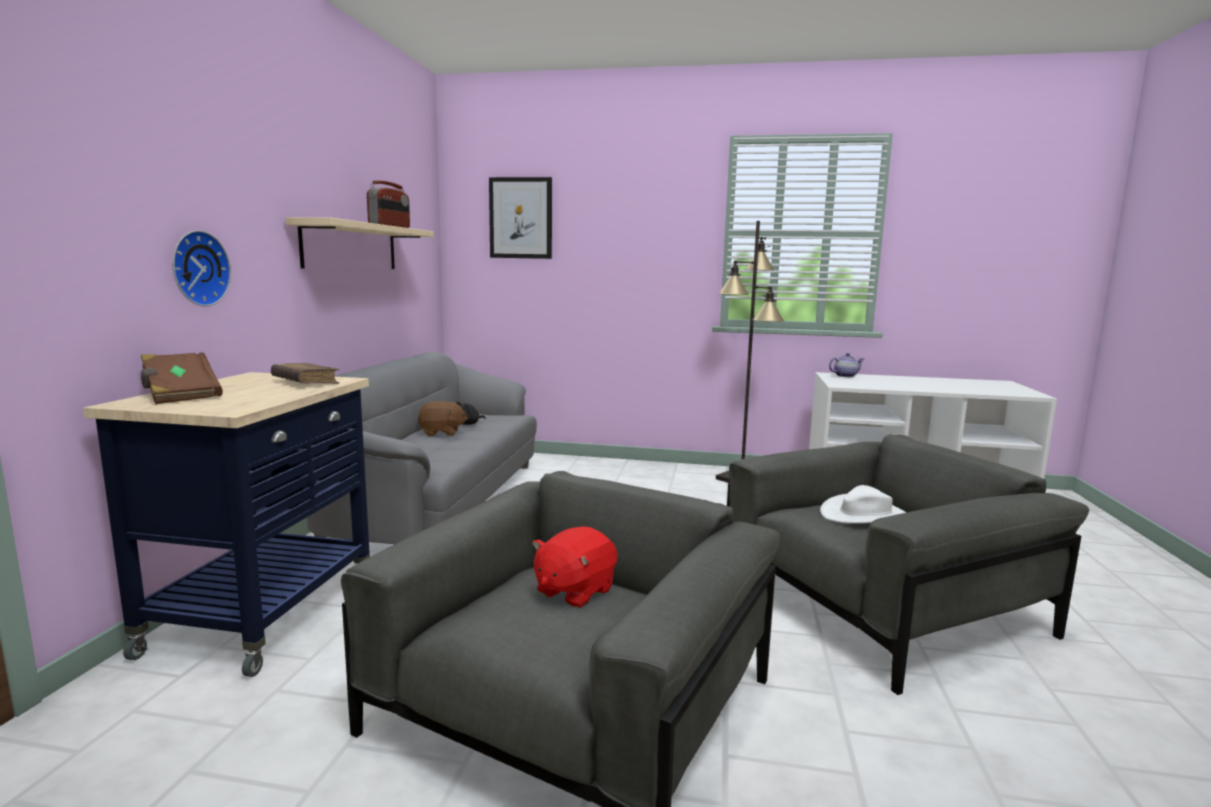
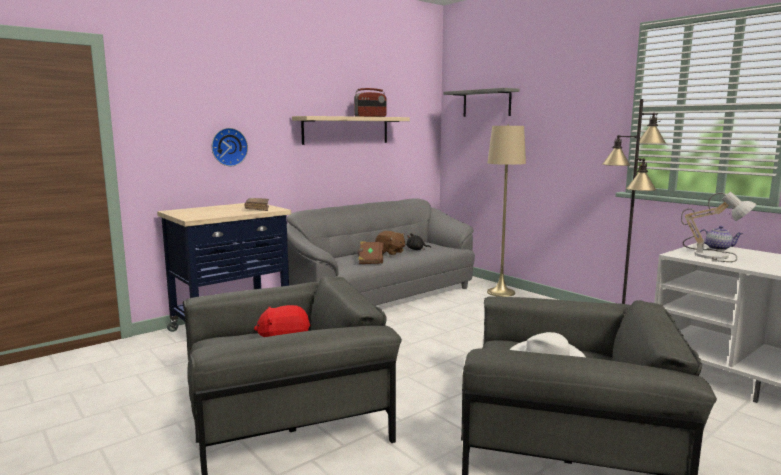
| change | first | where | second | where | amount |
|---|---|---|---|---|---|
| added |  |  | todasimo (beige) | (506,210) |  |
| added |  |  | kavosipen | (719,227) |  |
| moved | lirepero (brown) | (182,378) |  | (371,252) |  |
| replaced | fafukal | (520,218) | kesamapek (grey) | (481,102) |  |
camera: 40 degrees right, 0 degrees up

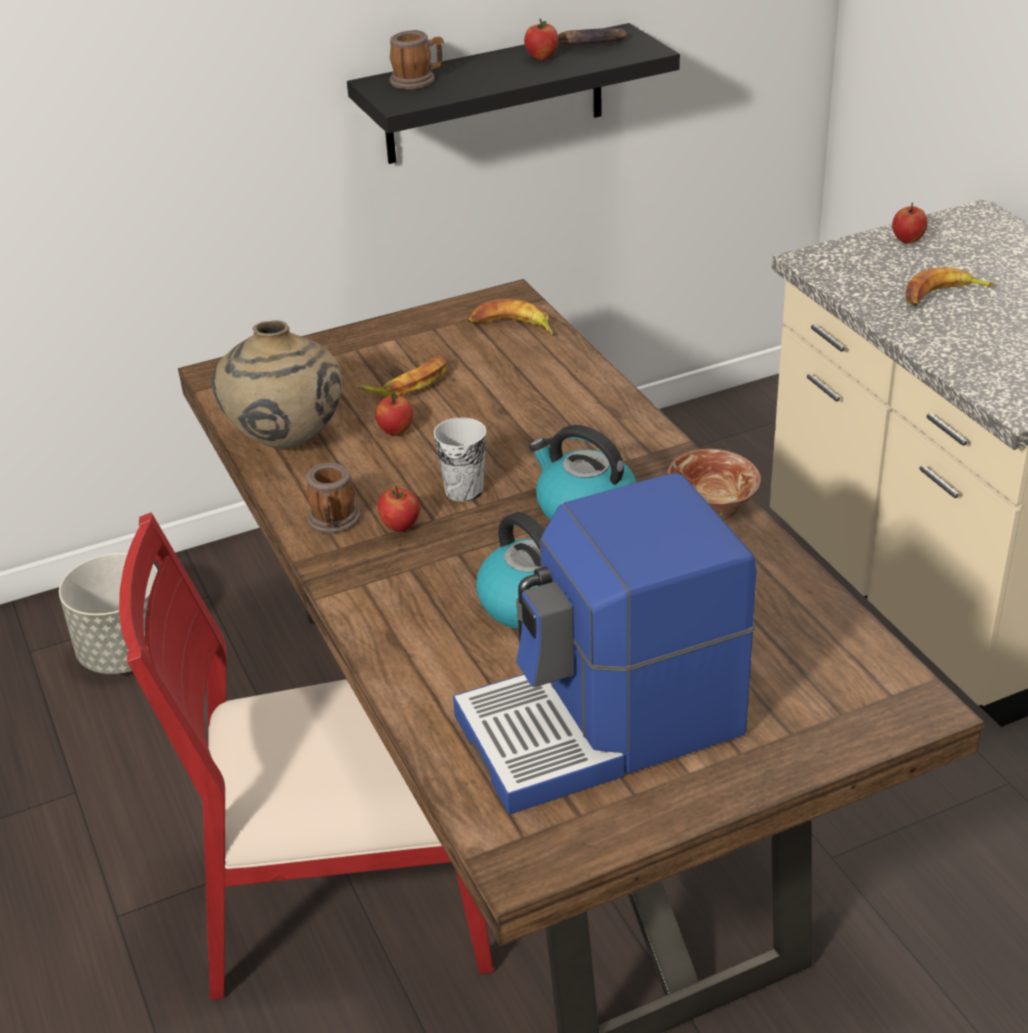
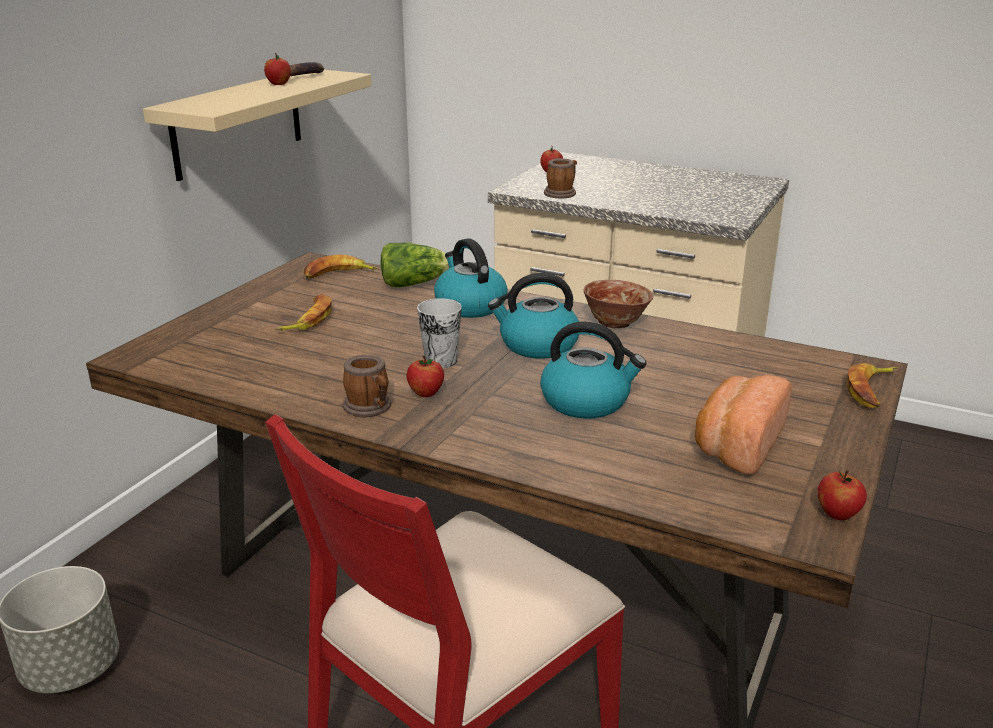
| change | first | where | second | where | amount |
|---|---|---|---|---|---|
| removed | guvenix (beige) | (277,384) |  |  |  |
| added |  |  | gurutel | (414,265) |  |
| added |  |  | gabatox | (471,278) |  |
| moved | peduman | (394,414) |  | (842,495) |  |
| moved | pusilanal | (417,60) |  | (560,178) |  |
| moved | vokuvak | (951,287) |  | (872,385) |  |
| replaced | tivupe | (604,643) | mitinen | (743,424) |  |
| recoloured | kesamapek (black) | (513,93) | kesamapek (beige) | (257,125) |  |
camera: 40 degrees left, 10 degrees down

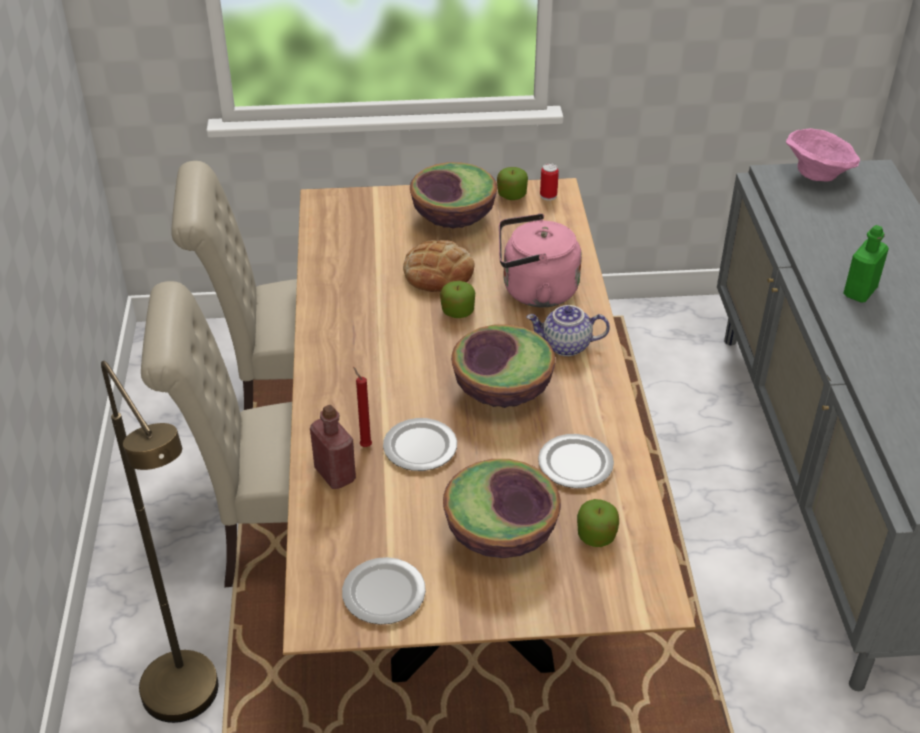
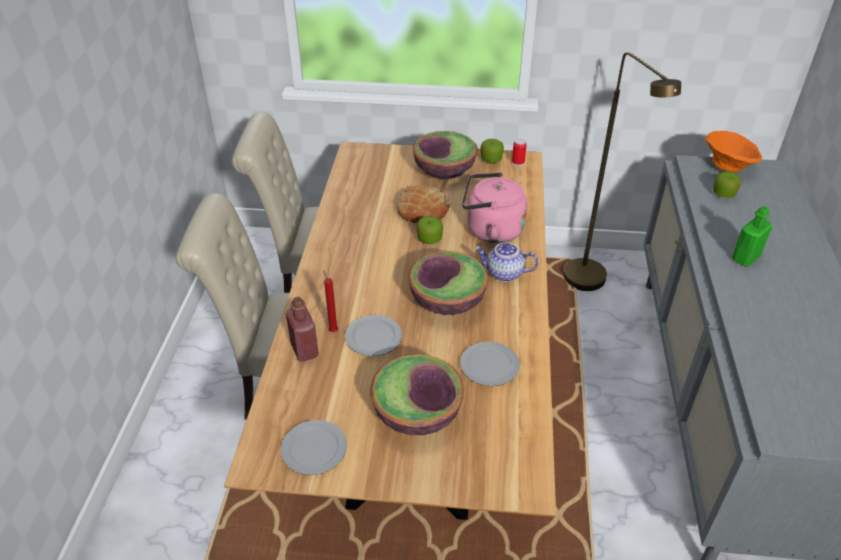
| change | first | where | second | where | amount |
|---|---|---|---|---|---|
| moved | todasimo (brown) | (159,542) |  | (622,171) |  |
| moved | peduman | (598,523) |  | (727,184) |  |
| recoloured | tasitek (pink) | (823,154) | tasitek (orange) | (733,151) |  |
camera: 10 degrees right, 0 degrees up

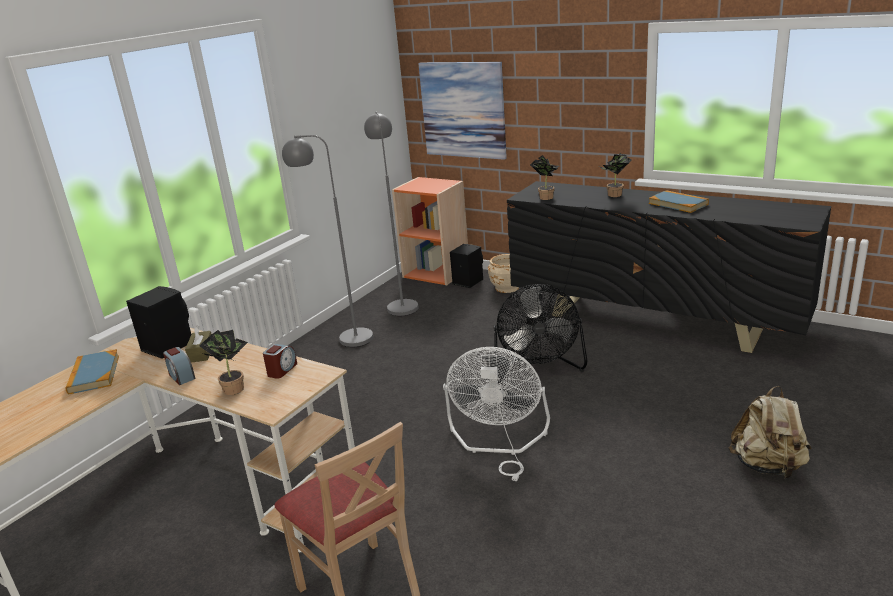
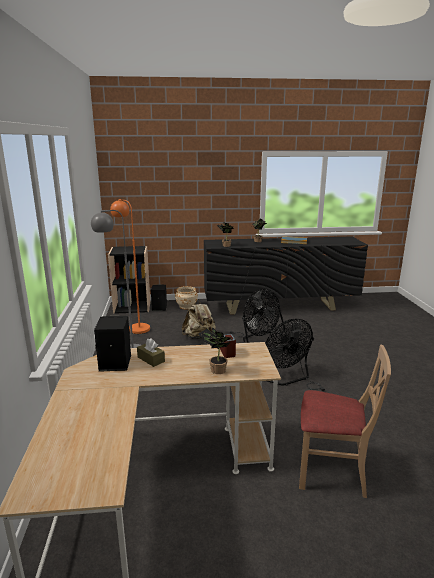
| change | first | where | second | where | amount |
|---|---|---|---|---|---|
| removed | lirepero | (92,372) |  |  |  |
| removed | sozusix | (179,366) |  |  |  |
| removed | fafukal | (462,111) |  |  |  |
| moved | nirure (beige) | (770,432) |  | (199,319) |  |
| recoloured | todasimo (grey) | (391,213) | todasimo (orange) | (130,266) |  |
| recoloured | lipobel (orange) | (430,231) | lipobel (black) | (129,280) |  |
| recoloured | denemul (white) | (496,414) | denemul (black) | (295,355) |  |
camera: 40 degrees left, 5 degrees down

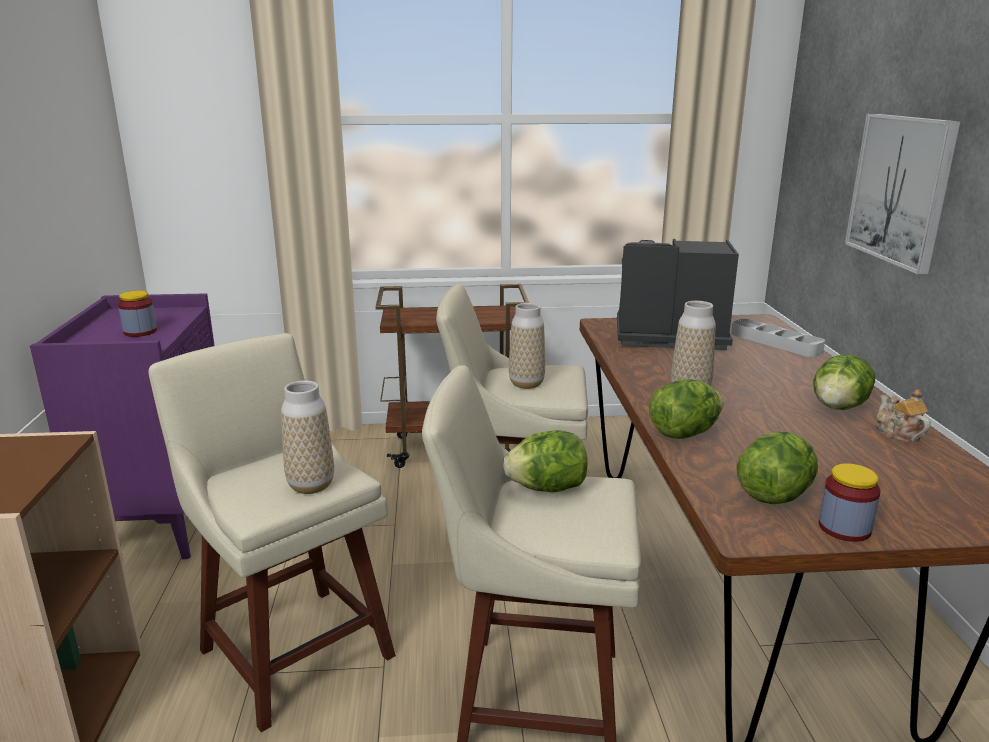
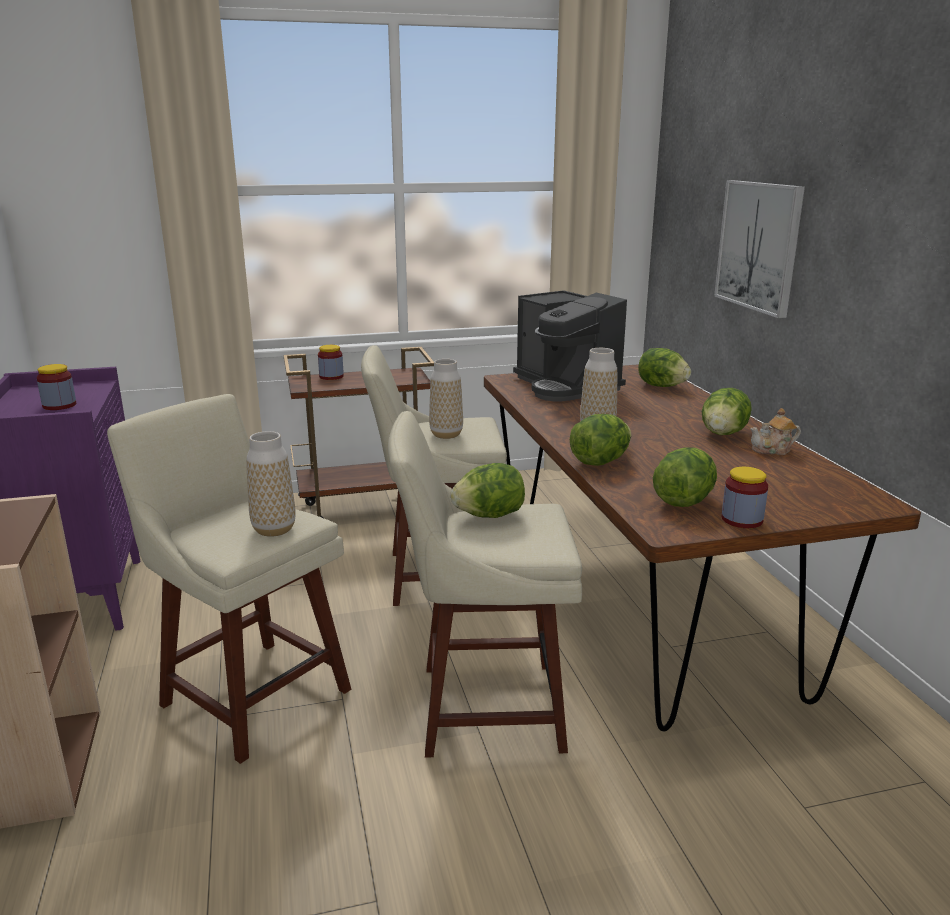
| change | first | where | second | where | amount |
|---|---|---|---|---|---|
| added |  |  | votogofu | (331,362) |  |
| replaced | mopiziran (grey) | (778,338) | gurutel | (664,367) |  |
| turned | tivupe | (678,294) |  | (570,345) | 120 degrees counterclockwise |
| turned | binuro | (903,415) |  | (775,431) | 75 degrees counterclockwise |
camera: 10 degrees left, 0 degrees up

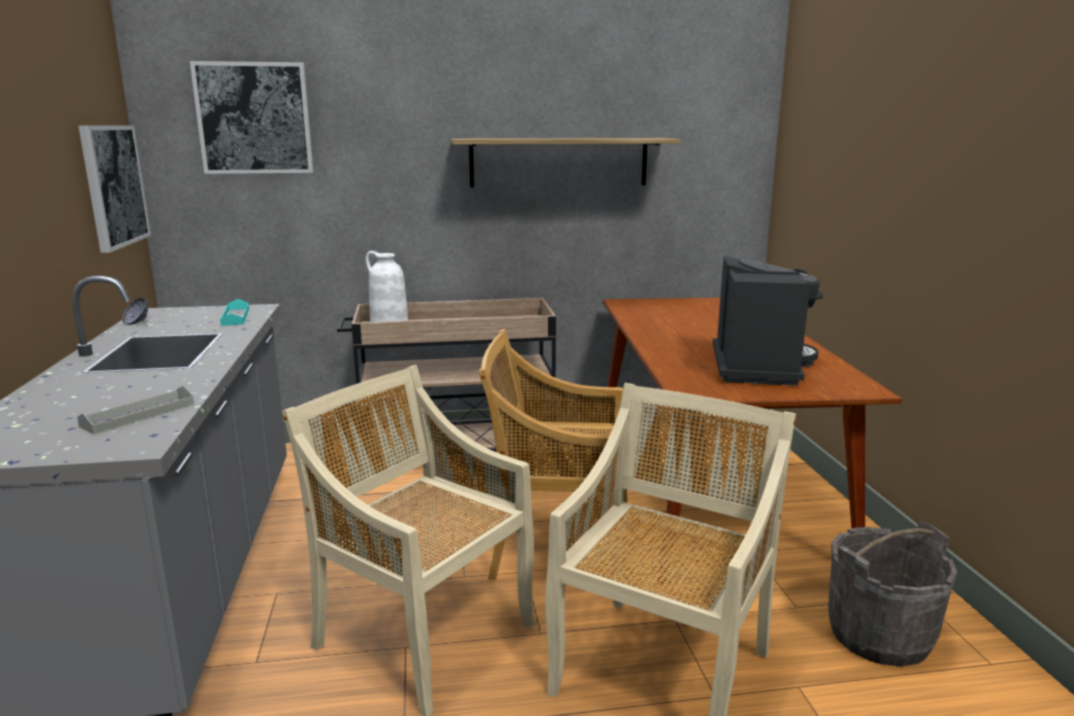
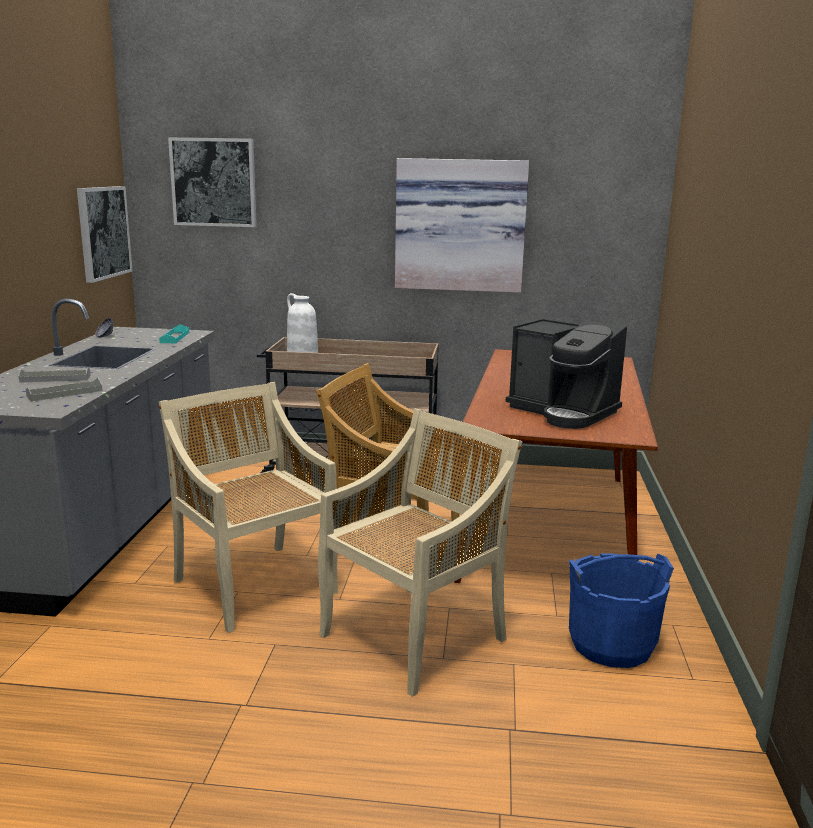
| change | first | where | second | where | amount |
|---|---|---|---|---|---|
| added |  |  | mopiziran (grey) | (55,375) |  |
| replaced | kesamapek | (566,162) | fafukal | (462,225) |  |
| recoloured | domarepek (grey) | (892,594) | domarepek (blue) | (621,610) |  |
| turned | tivupe | (768,321) |  | (566,374) | 105 degrees clockwise |
camera: 15 degrees right, 0 degrees up

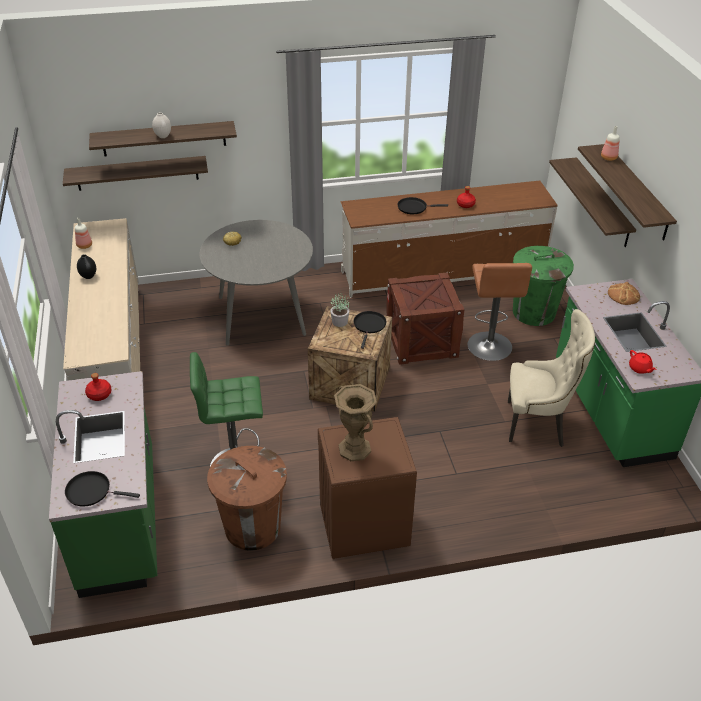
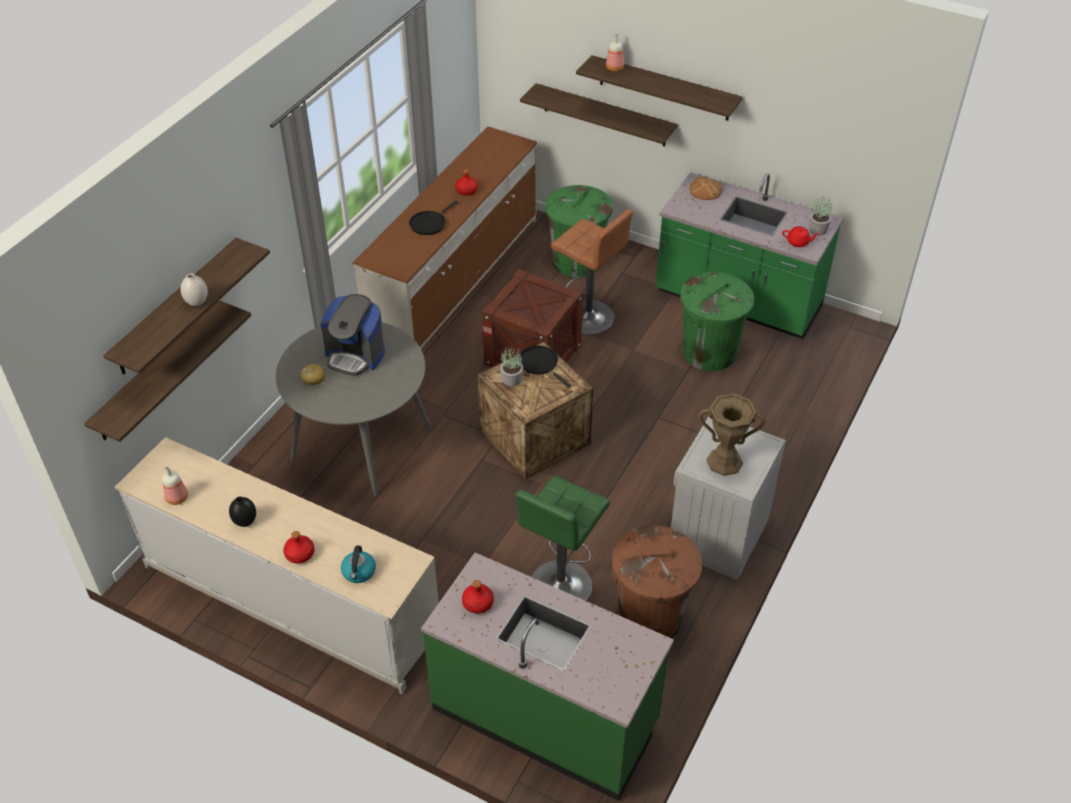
| change | first | where | second | where | amount |
|---|---|---|---|---|---|
| removed | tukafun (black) | (102,489) |  |  |  |
| added |  |  | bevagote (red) | (299,547) |  |
| added |  |  | tivupe | (352,335) |  |
| added |  |  | gabatox | (358,564) |  |
| added |  |  | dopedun | (820,215) |  |
| replaced | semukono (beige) | (551,378) | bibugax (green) | (717,321) |  |
| recoloured | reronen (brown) | (367,488) | reronen (white) | (728,498) |  |
camera: 50 degrees left, 5 degrees up

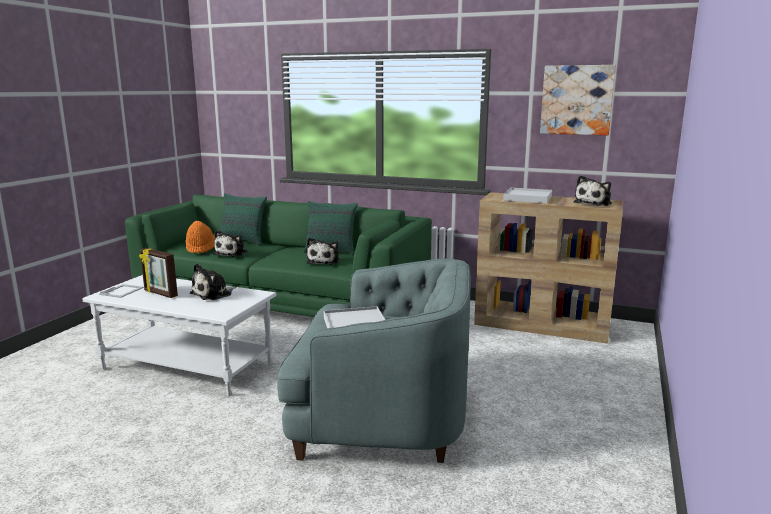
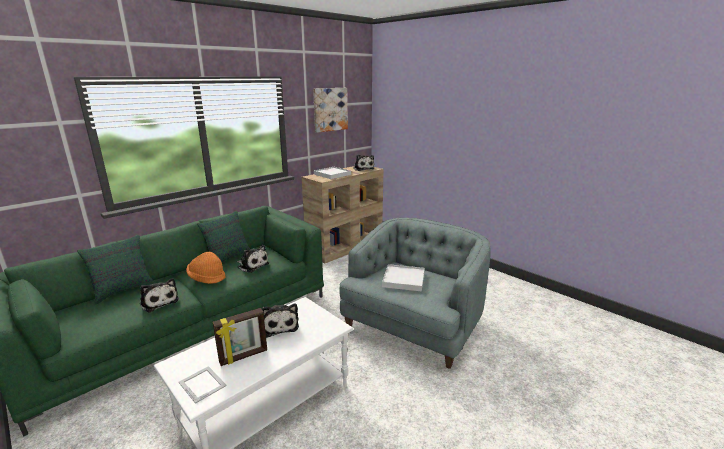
| change | first | where | second | where | amount |
|---|---|---|---|---|---|
| moved | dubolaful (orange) | (200,237) |  | (205,268) |  |
camera: 65 degrees left, 5 degrees up

